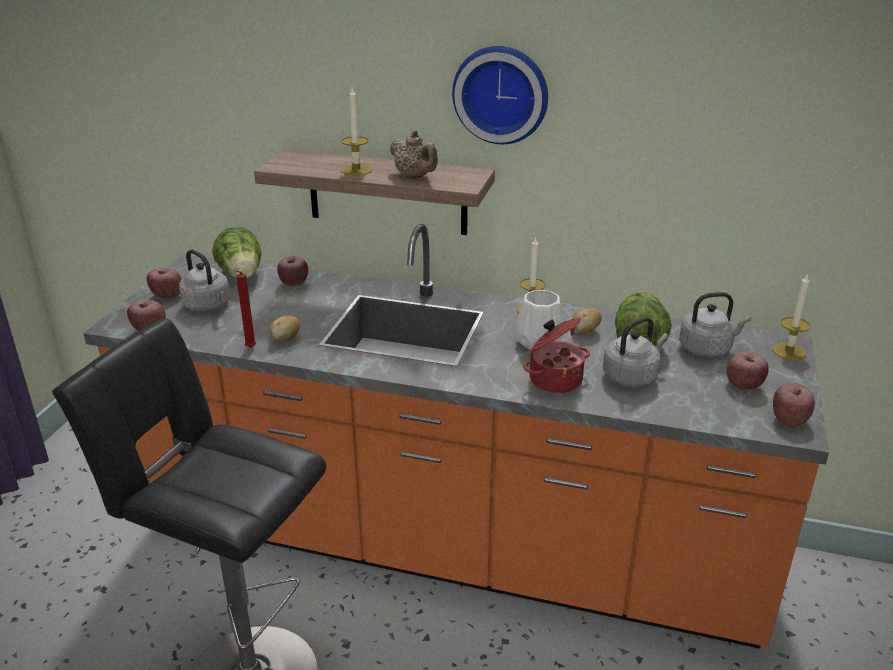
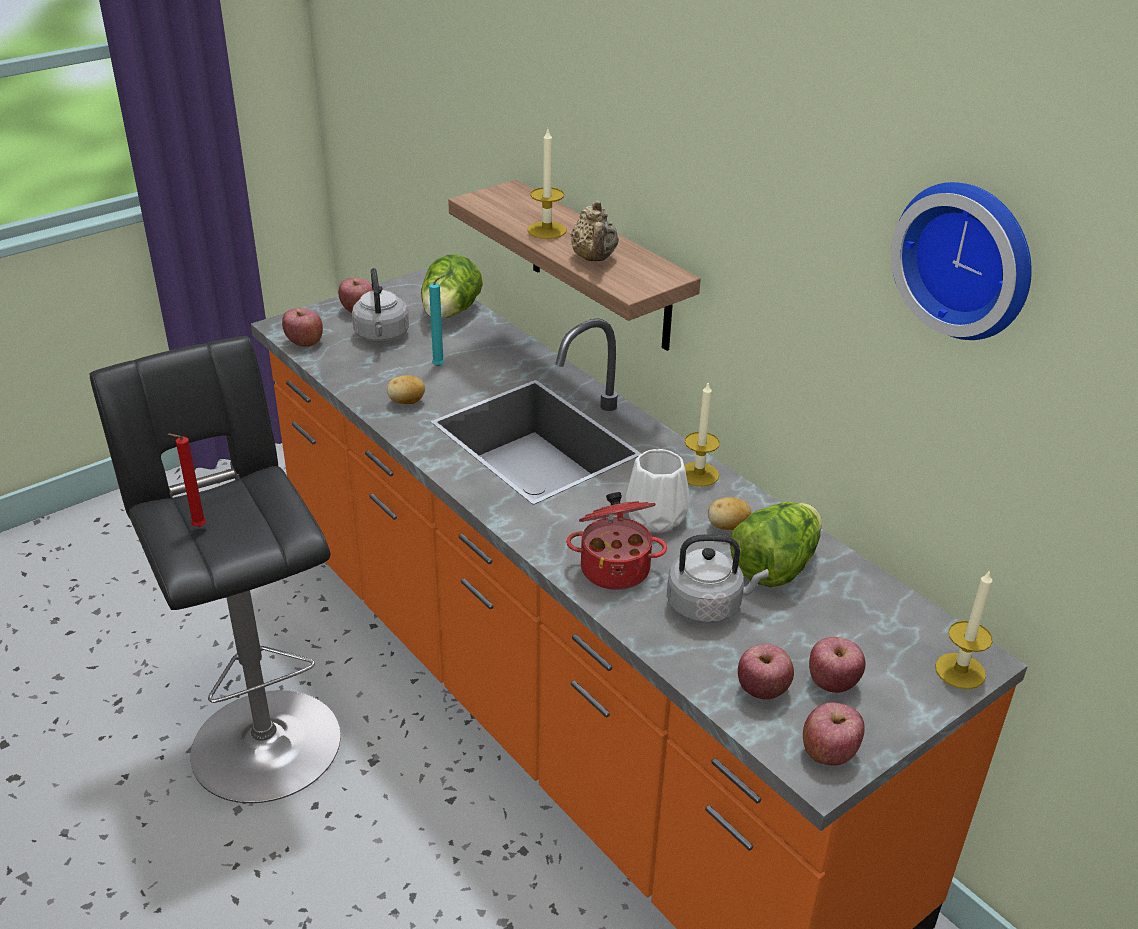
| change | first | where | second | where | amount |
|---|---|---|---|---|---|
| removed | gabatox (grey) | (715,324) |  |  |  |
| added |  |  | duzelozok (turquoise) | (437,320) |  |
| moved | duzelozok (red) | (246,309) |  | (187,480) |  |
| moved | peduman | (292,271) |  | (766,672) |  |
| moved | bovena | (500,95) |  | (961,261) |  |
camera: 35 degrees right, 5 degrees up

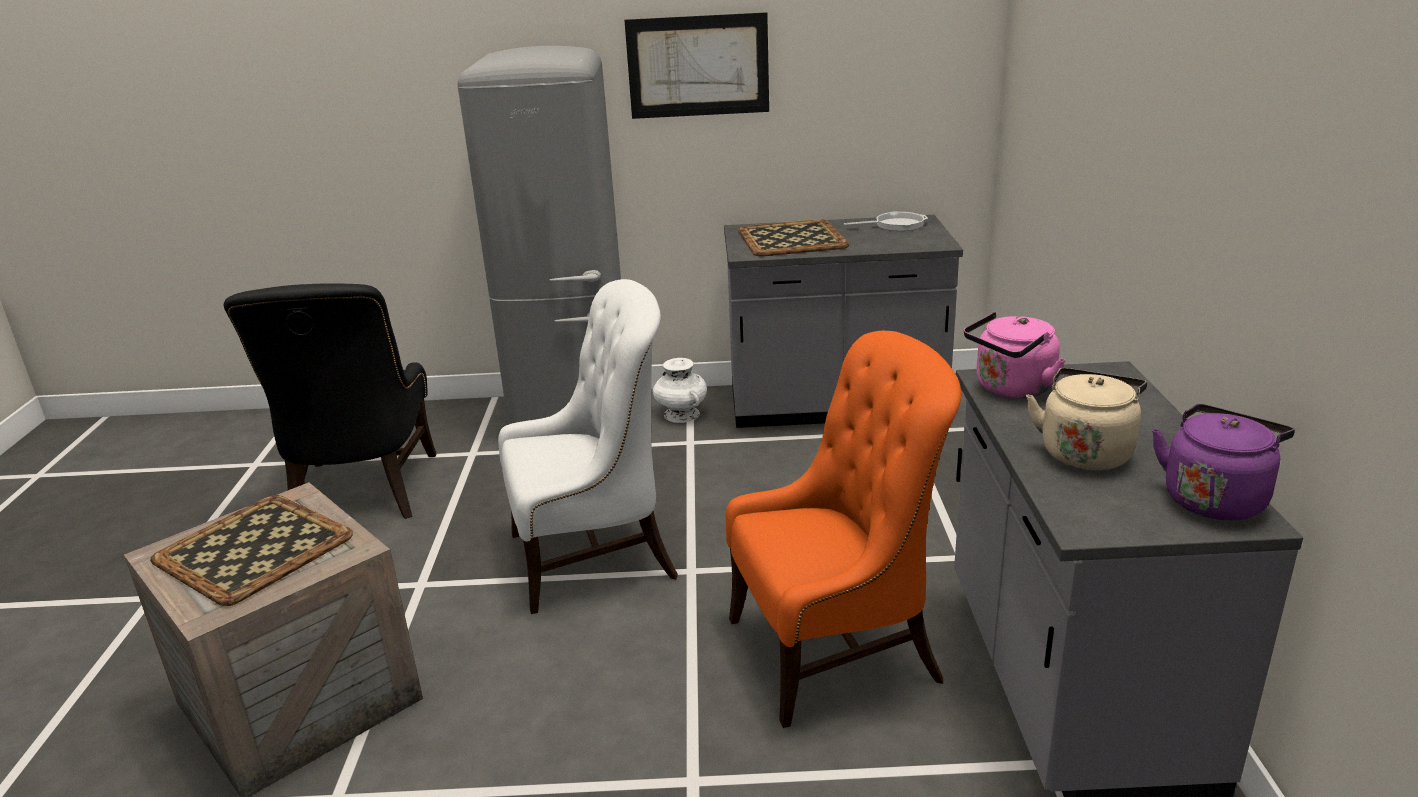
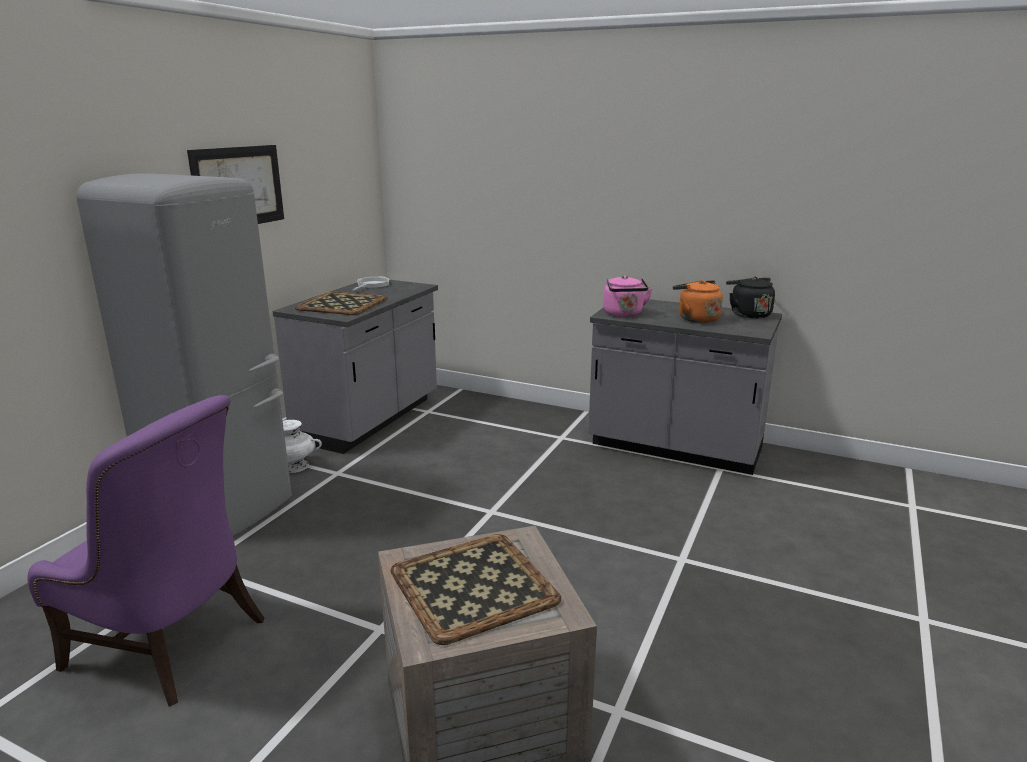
| change | first | where | second | where | amount |
|---|---|---|---|---|---|
| removed | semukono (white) | (588,446) |  |  |  |
| removed | semukono (orange) | (843,529) |  |  |  |
| recoloured | semukono (black) | (330,401) | semukono (purple) | (146,551) |  |
| recoloured | gabatox (beige) | (1086,419) | gabatox (orange) | (698,301) |  |
| recoloured | gabatox (purple) | (1223,462) | gabatox (black) | (750,298) |  |
camera: 65 degrees left, 5 degrees down

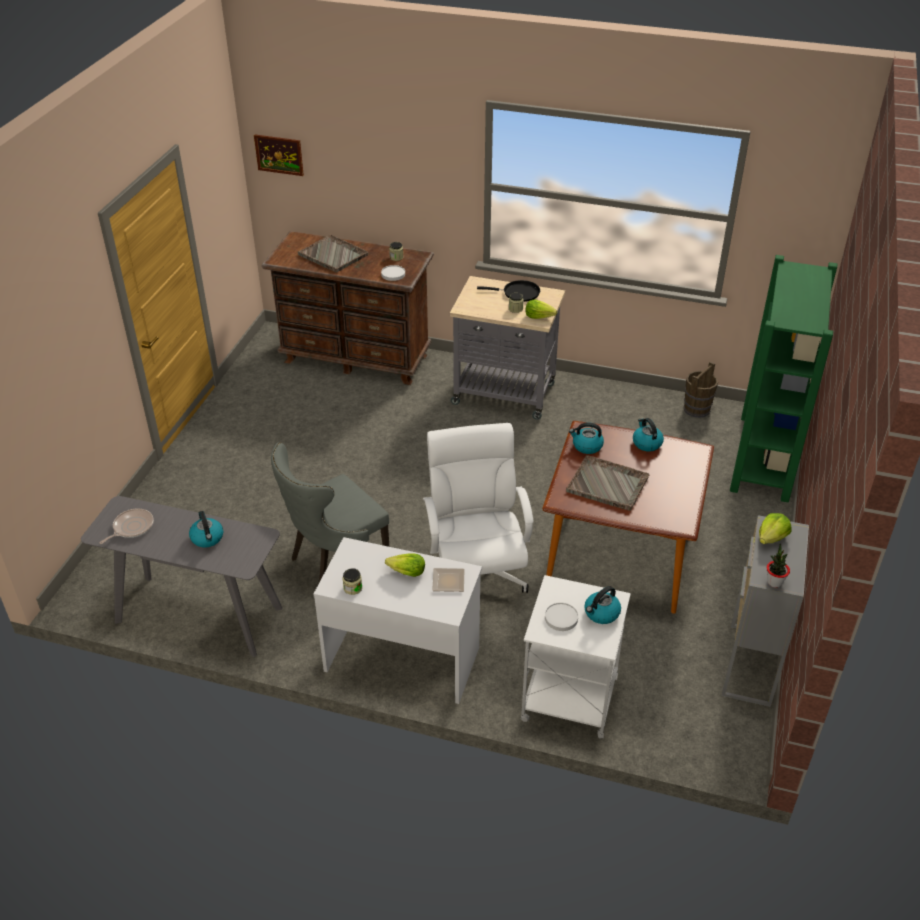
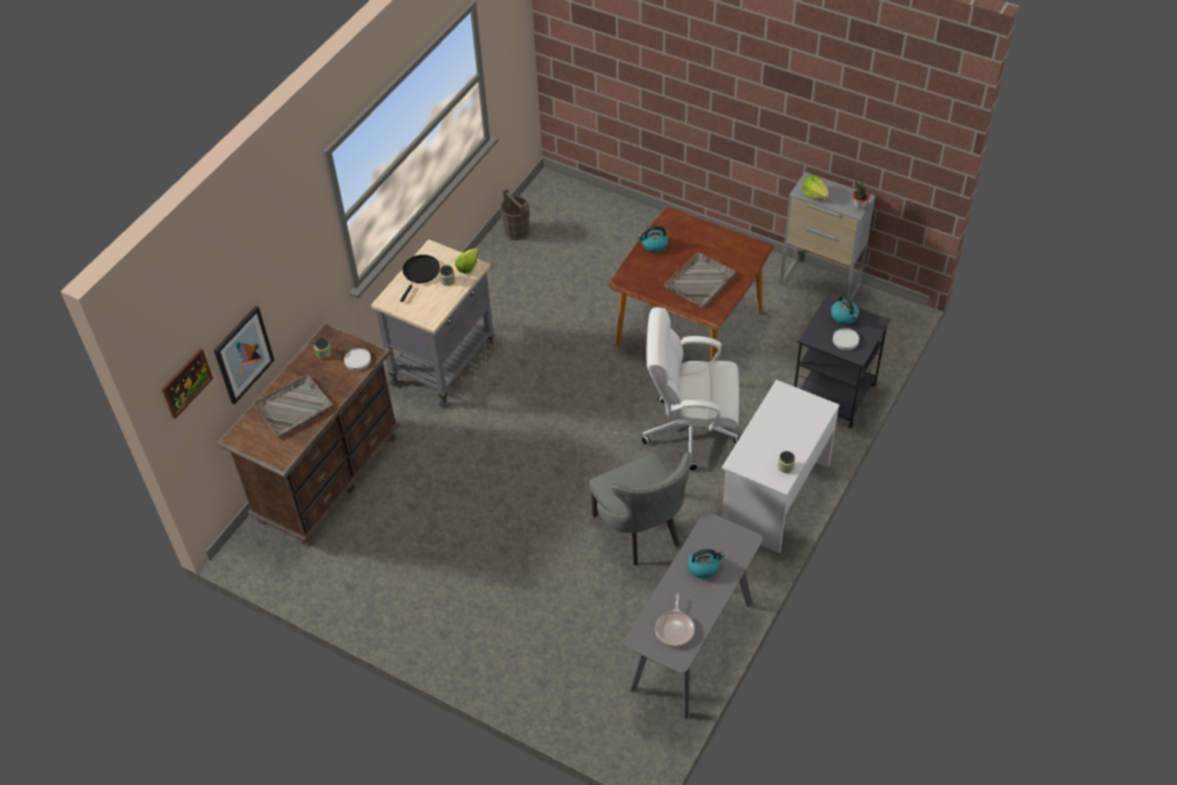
| change | first | where | second | where | amount |
|---|---|---|---|---|---|
| removed | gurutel | (405,565) |  |  |  |
| removed | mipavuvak | (448,580) |  |  |  |
| removed | gabatox | (586,438) |  |  |  |
| removed | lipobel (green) | (783,378) |  |  |  |
| added |  |  | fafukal | (244,355) |  |
| recoloured | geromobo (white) | (576,656) | geromobo (black) | (842,362) |  |
| turned | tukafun | (127,526) |  | (674,619) | 135 degrees counterclockwise |
camera: 75 degrees left, 10 degrees up

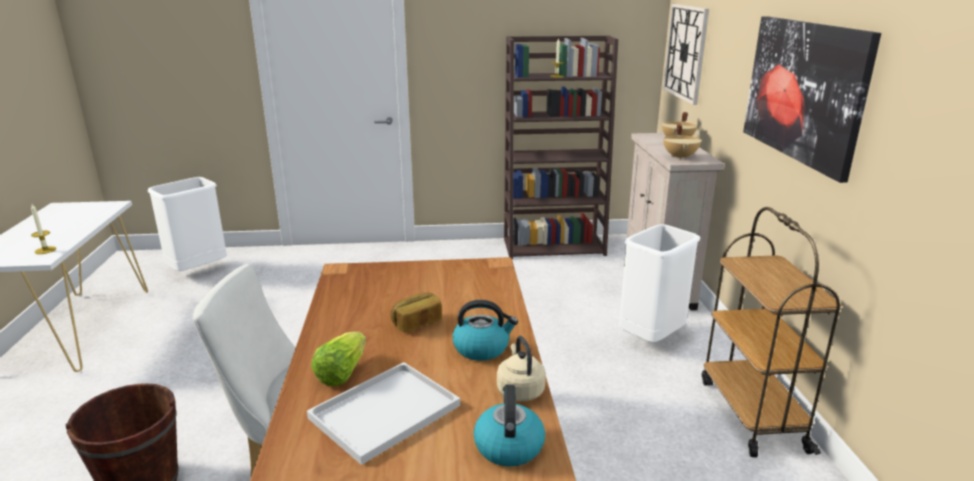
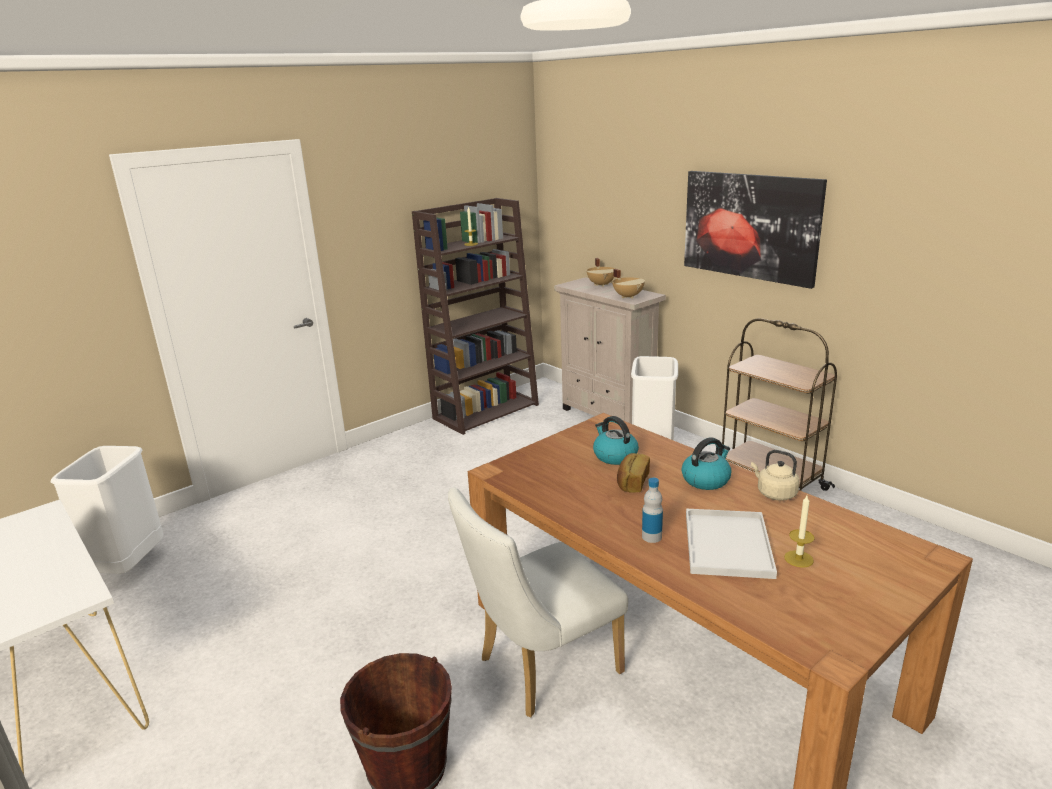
| change | first | where | second | where | amount |
|---|---|---|---|---|---|
| removed | bovena | (686,54) |  |  |  |
| moved | duzelozok | (44,229) |  | (799,532) |  |
| moved | gabatox | (509,425) |  | (616,440) |  |
| replaced | gurutel | (338,358) | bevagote | (652,510) |  |
camera: 35 degrees left, 0 degrees up

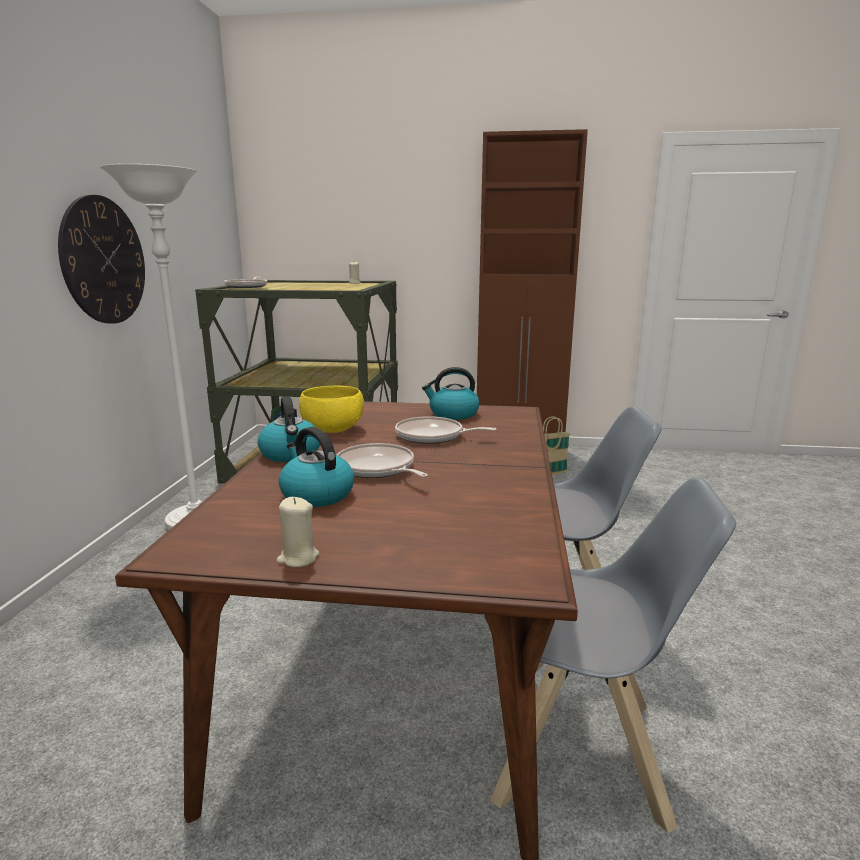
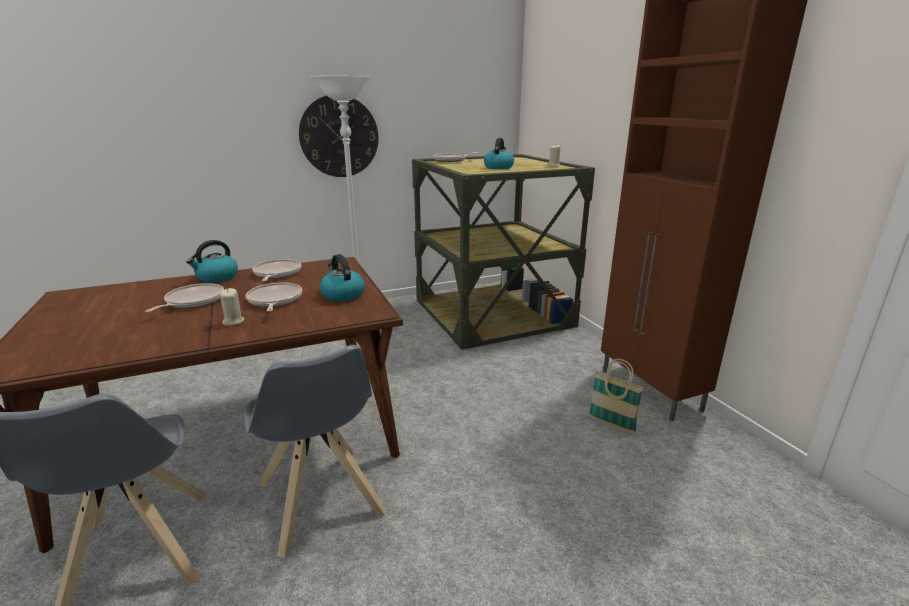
| change | first | where | second | where | amount |
|---|---|---|---|---|---|
| moved | duzelozok (beige) | (297,532) |  | (232,307) |  |
| moved | gabatox | (316,467) |  | (499,153) |  |
| replaced | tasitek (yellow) | (331,409) | tukafun | (276,270) |  |
camera: 60 degrees right, 5 degrees up

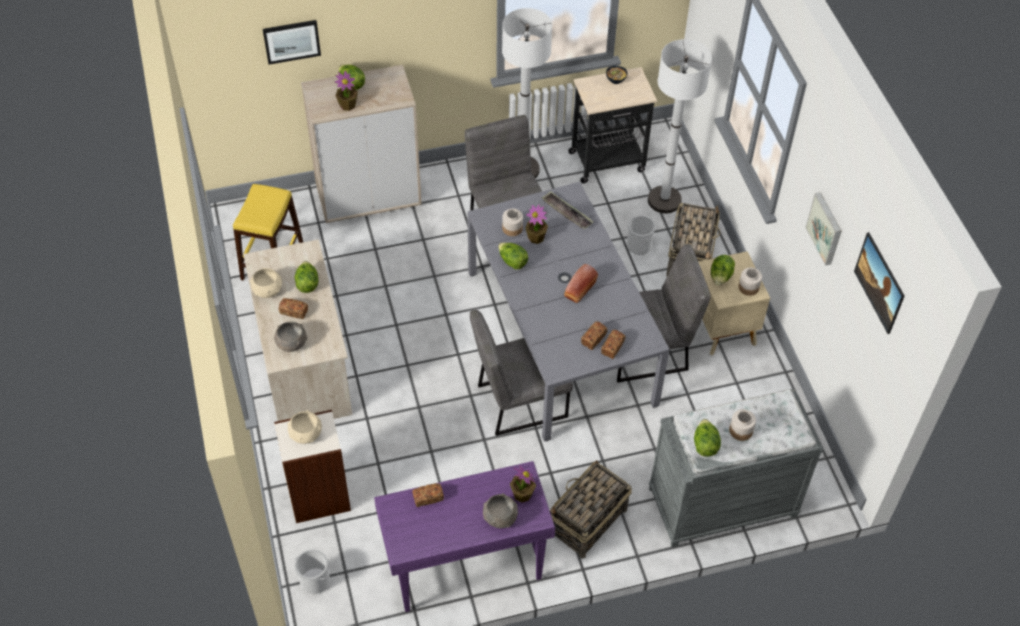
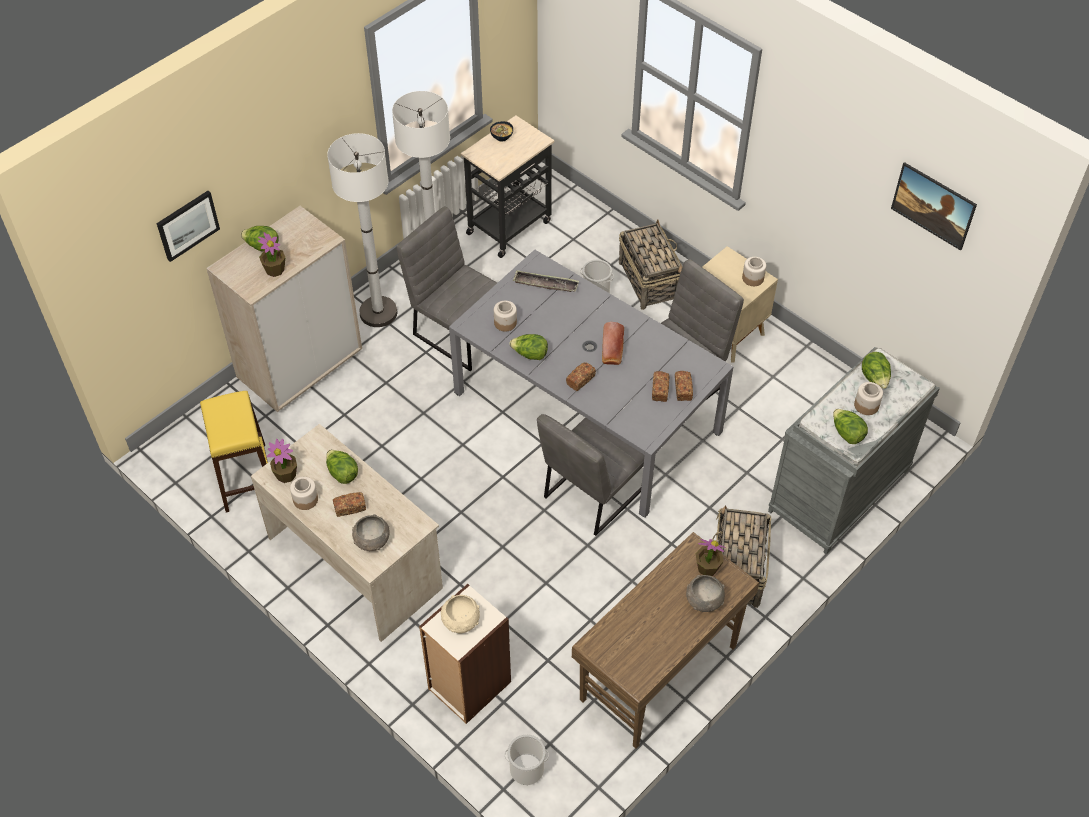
| change | first | where | second | where | amount |
|---|---|---|---|---|---|
| removed | fafukal | (823,229) |  |  |  |
| moved | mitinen | (428,495) |  | (581,376) |  |
| moved | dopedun | (537,224) |  | (282,461) |  |
| moved | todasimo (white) | (680,126) |  | (362,230) |  |
| moved | gurutel | (723,270) |  | (876,370) |  |
| replaced | tasitek (beige) | (266,283) | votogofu | (304,493) |  |
| recoloured | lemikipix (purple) | (464,536) | lemikipix (brown) | (665,640) |  |
camera: 30 degrees left, 0 degrees up

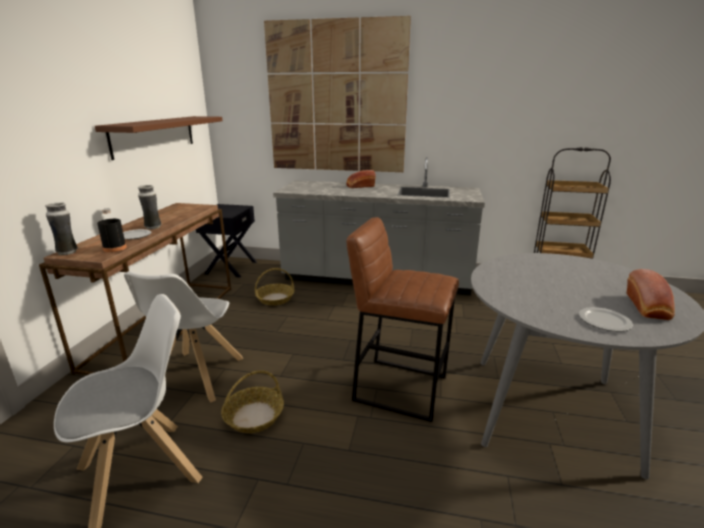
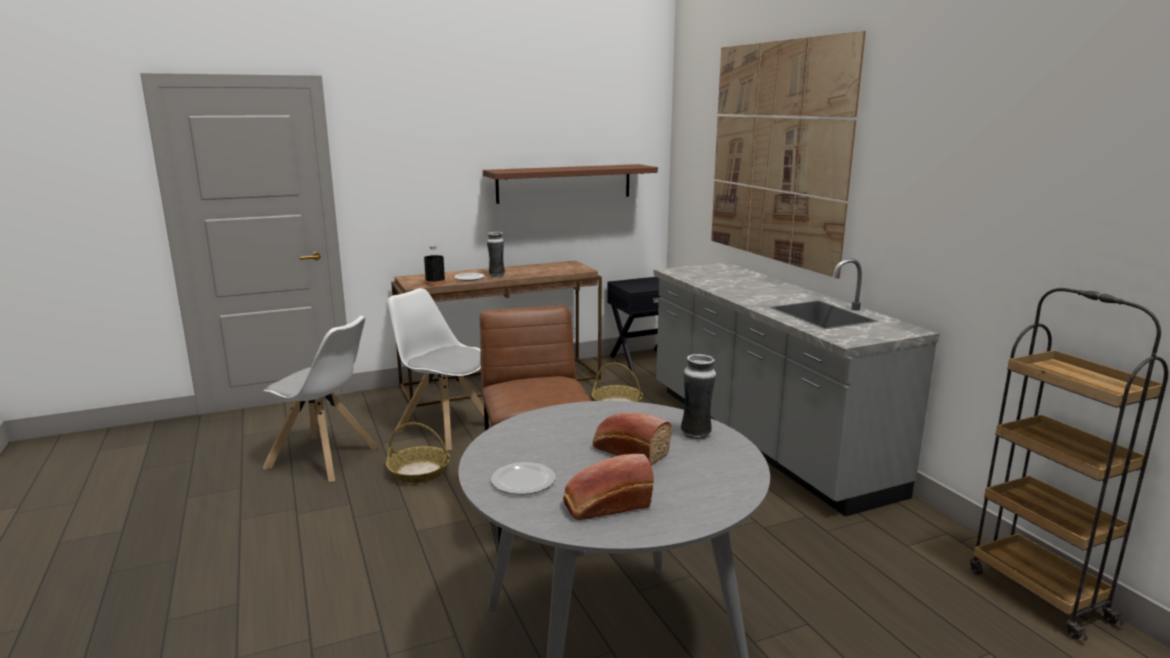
| change | first | where | second | where | amount |
|---|---|---|---|---|---|
| moved | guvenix | (61,228) |  | (698,396) |  |
| moved | mitinen | (361,179) |  | (632,439) |  |
| turned | semukono | (183,336) |  | (439,369) | 60 degrees clockwise |
camera: 55 degrees right, 5 degrees down

